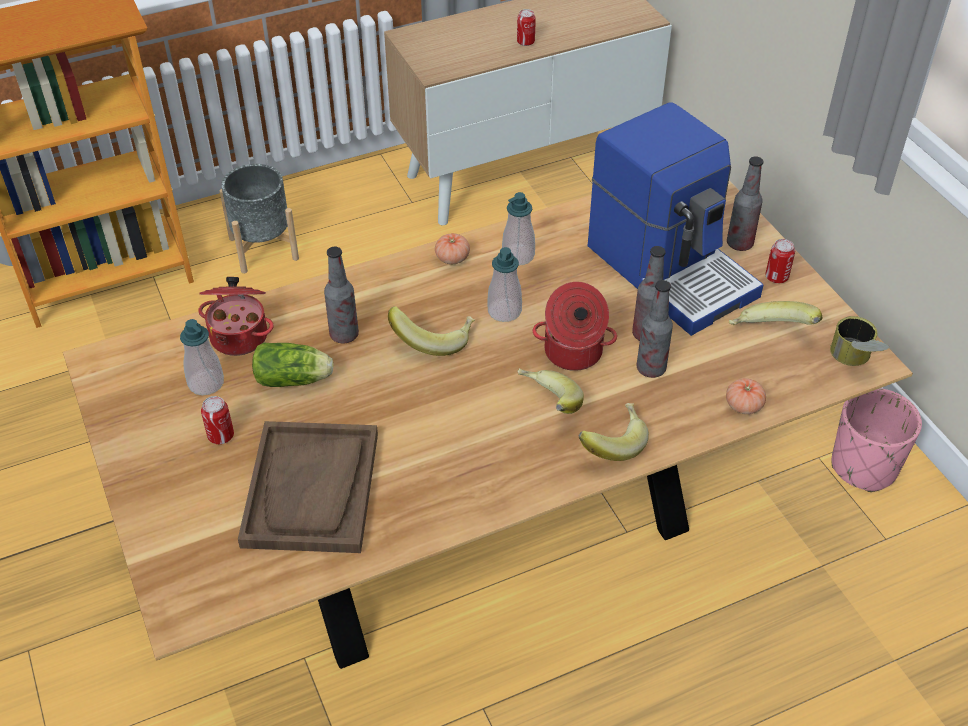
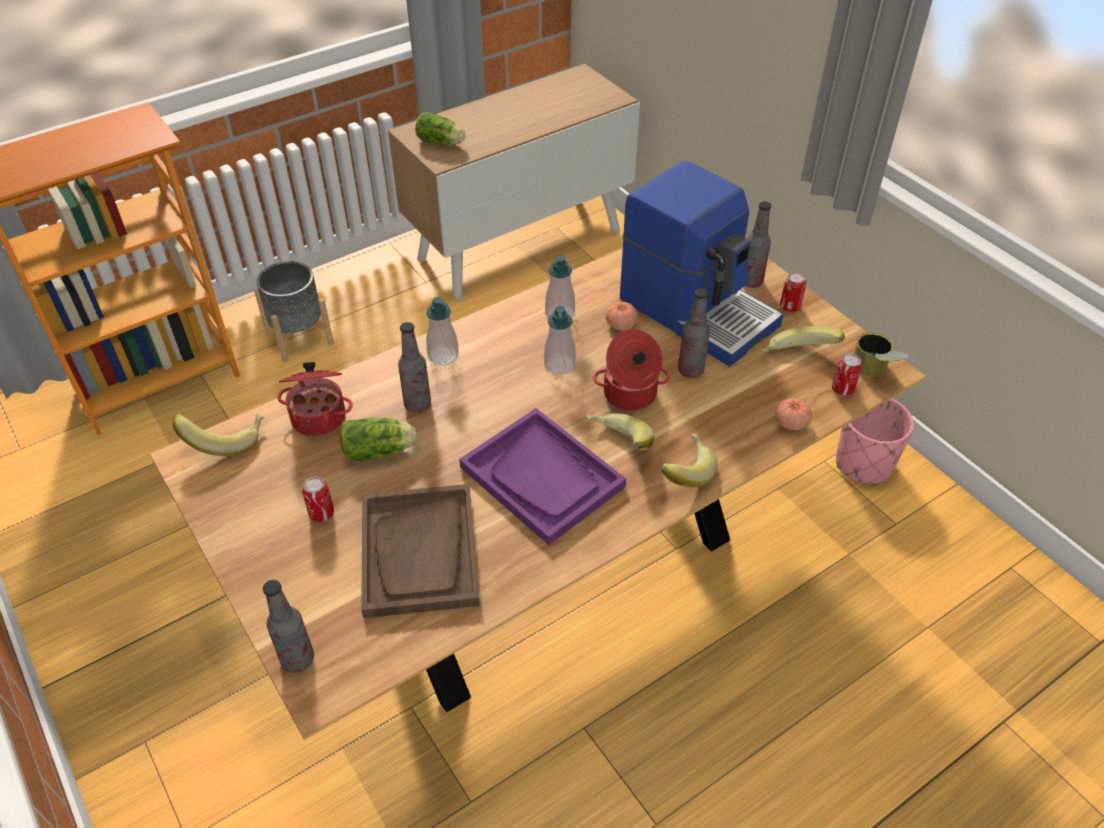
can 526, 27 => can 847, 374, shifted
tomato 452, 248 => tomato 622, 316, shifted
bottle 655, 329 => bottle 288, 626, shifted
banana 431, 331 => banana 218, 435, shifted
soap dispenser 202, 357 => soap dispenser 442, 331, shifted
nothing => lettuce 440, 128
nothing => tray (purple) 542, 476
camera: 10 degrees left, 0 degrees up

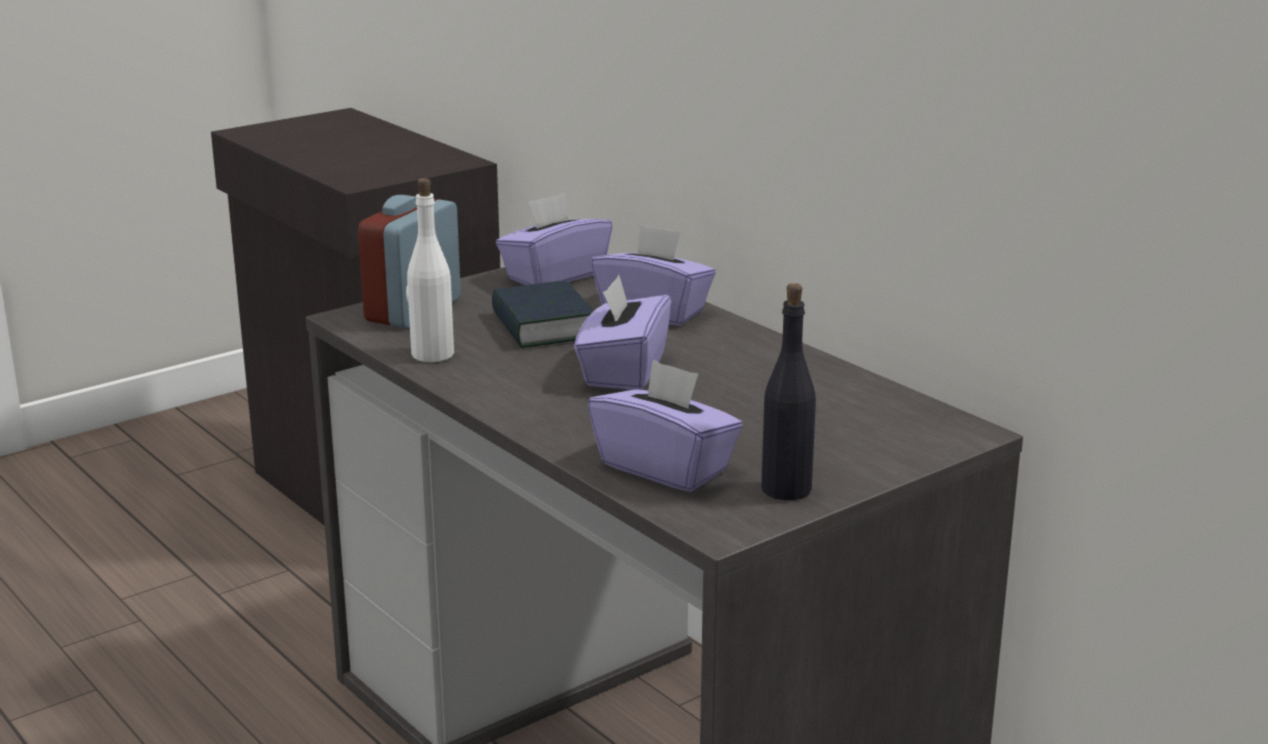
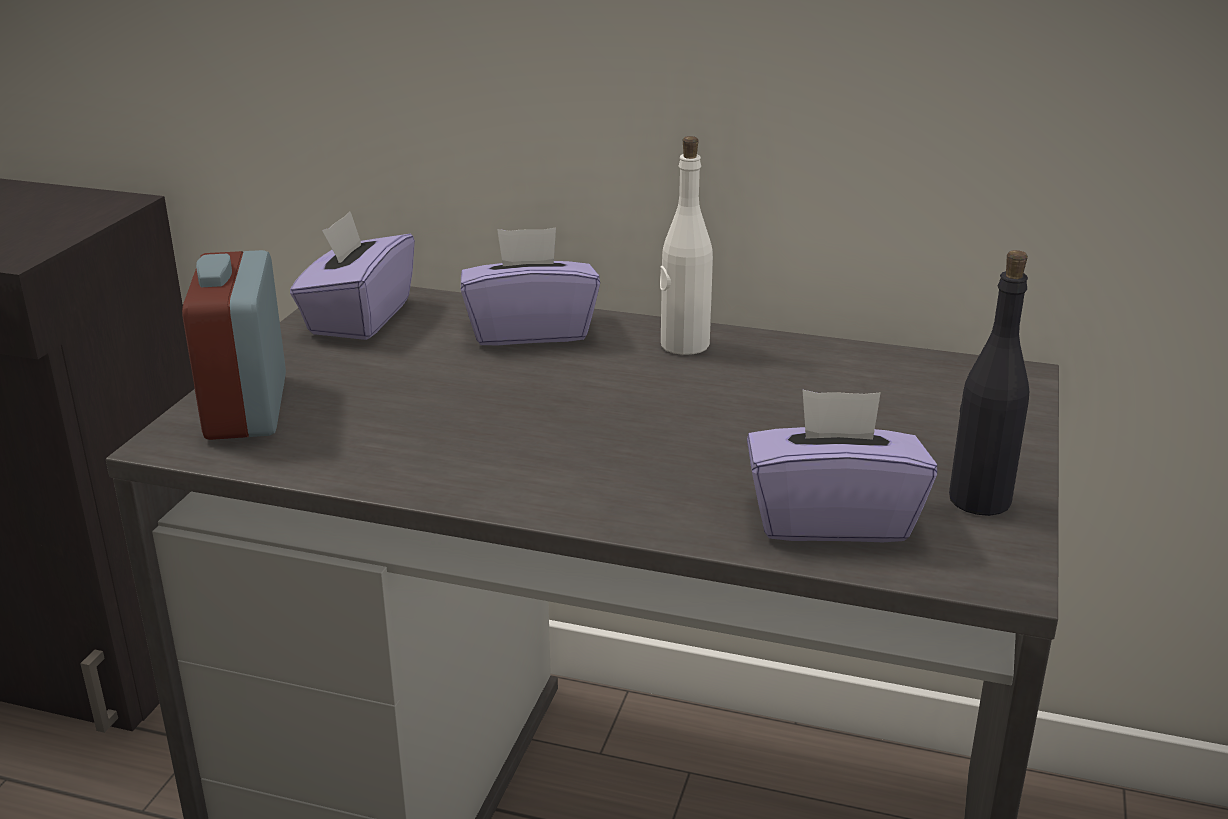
bottle (white) 430, 270 => bottle (white) 686, 245, shifted
tissue box (purple) 622, 332 => nothing
book 542, 314 => nothing
camera: 35 degrees left, 5 degrees up

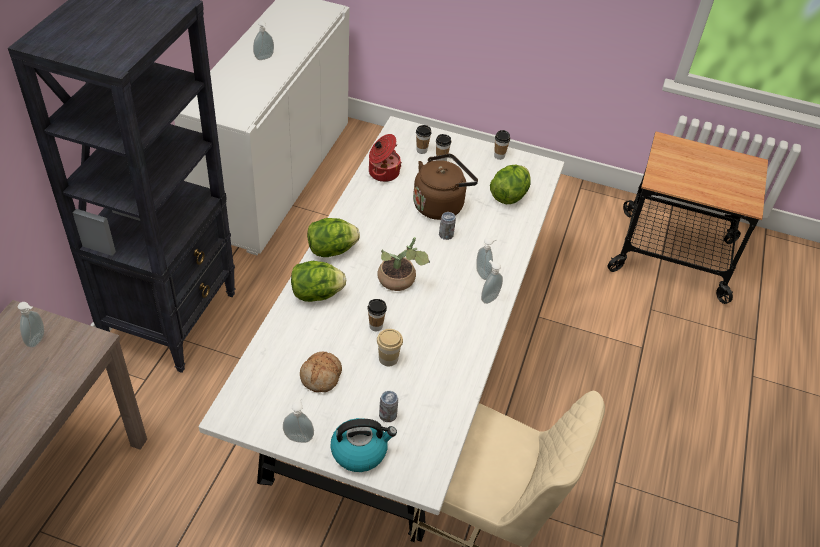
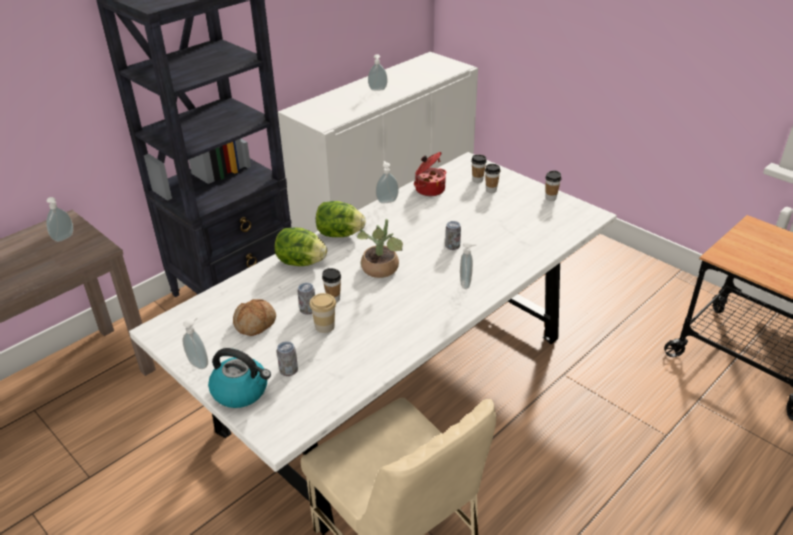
kettle (brown) 445, 187 => nothing
lettuce 510, 184 => nothing
soap dispenser 492, 282 => soap dispenser 387, 182, shifted
nothing => can 306, 299
camera: 30 degrees right, 10 degrees down

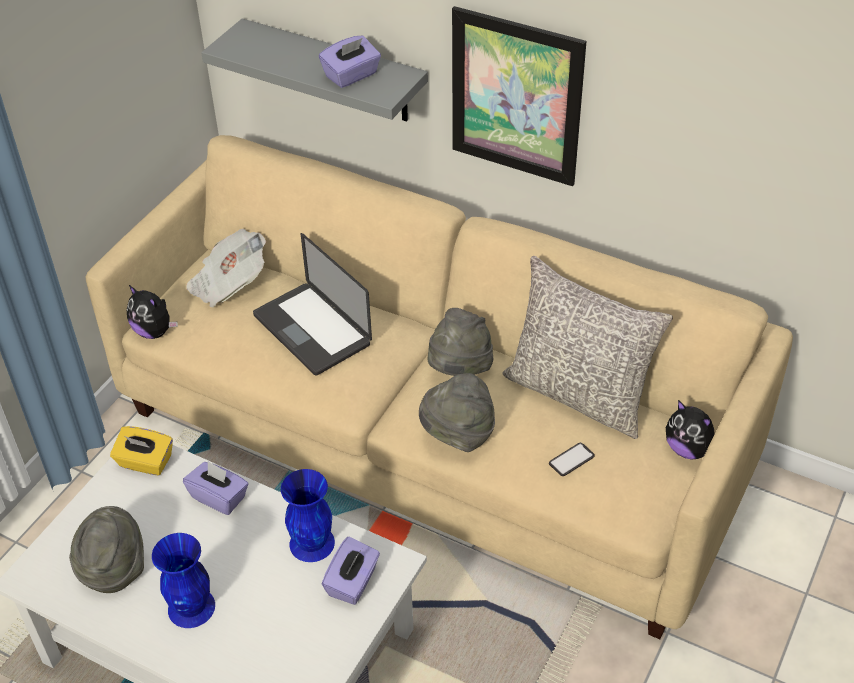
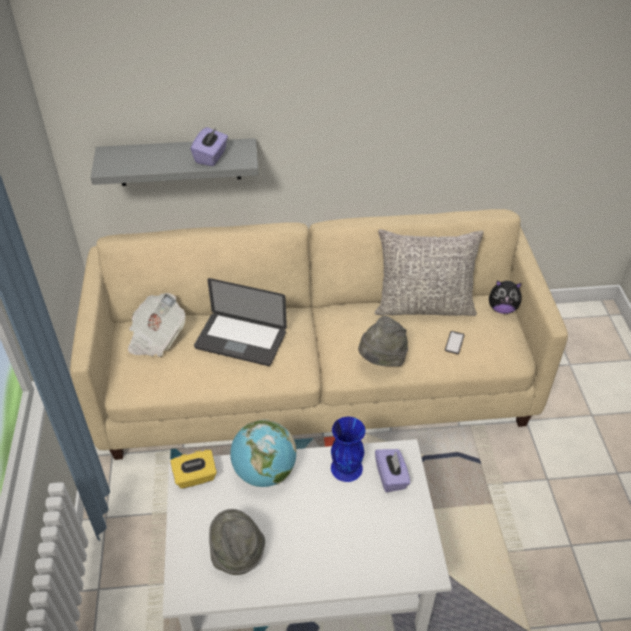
picture 519, 96 => nothing
plush toy 152, 312 => nothing
hat (grey) 460, 342 => nothing
tissue box (purple) 216, 488 => globe 263, 453
vase (blue) 183, 580 => nothing
camera: 35 degrees left, 0 degrees up

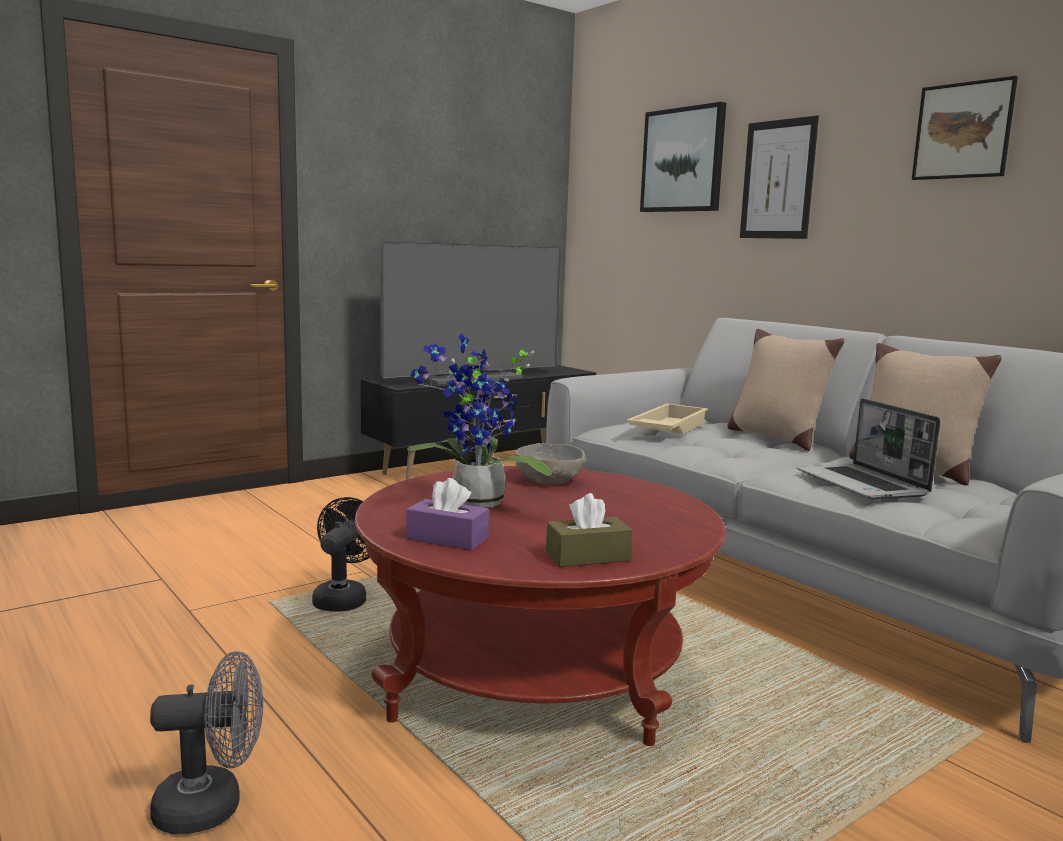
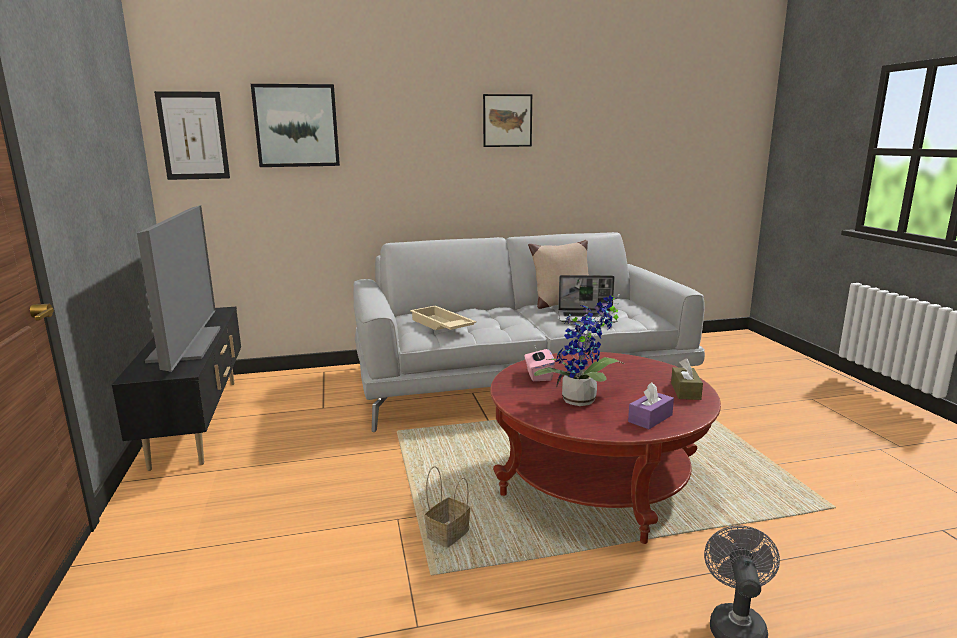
picture 779, 177 => picture 192, 135, shifted
pillow (beige) 785, 390 => nothing
bowl (grey) 551, 463 => tissue box (pink) 540, 364
fan (black) 341, 554 => basket 447, 506
camera: 65 degrees left, 5 degrees up

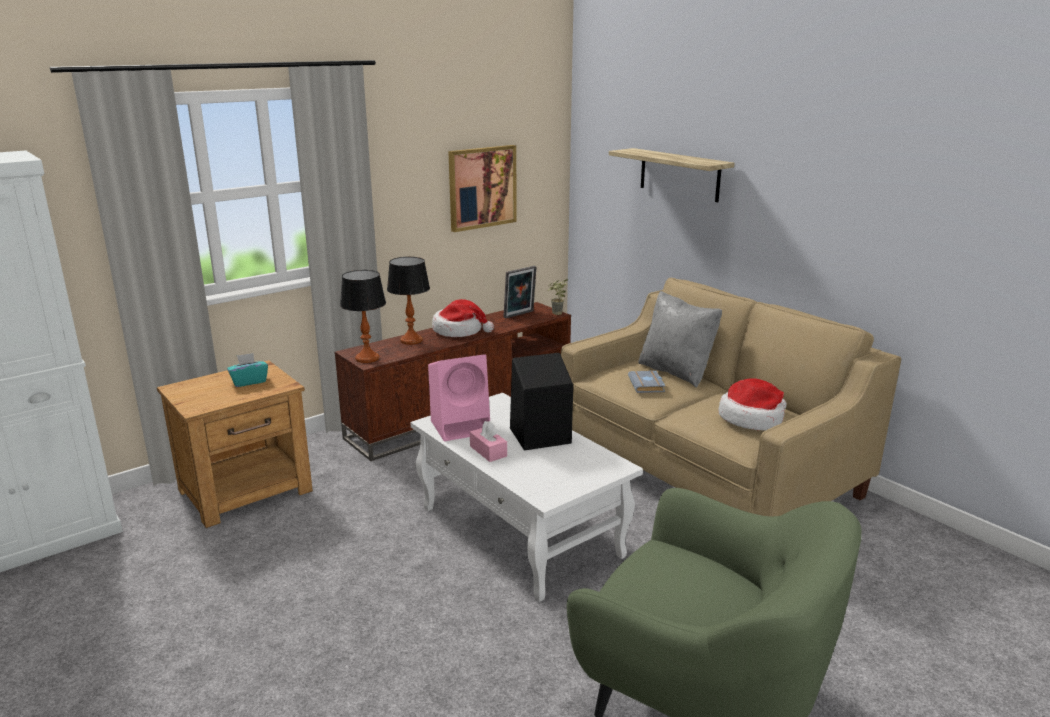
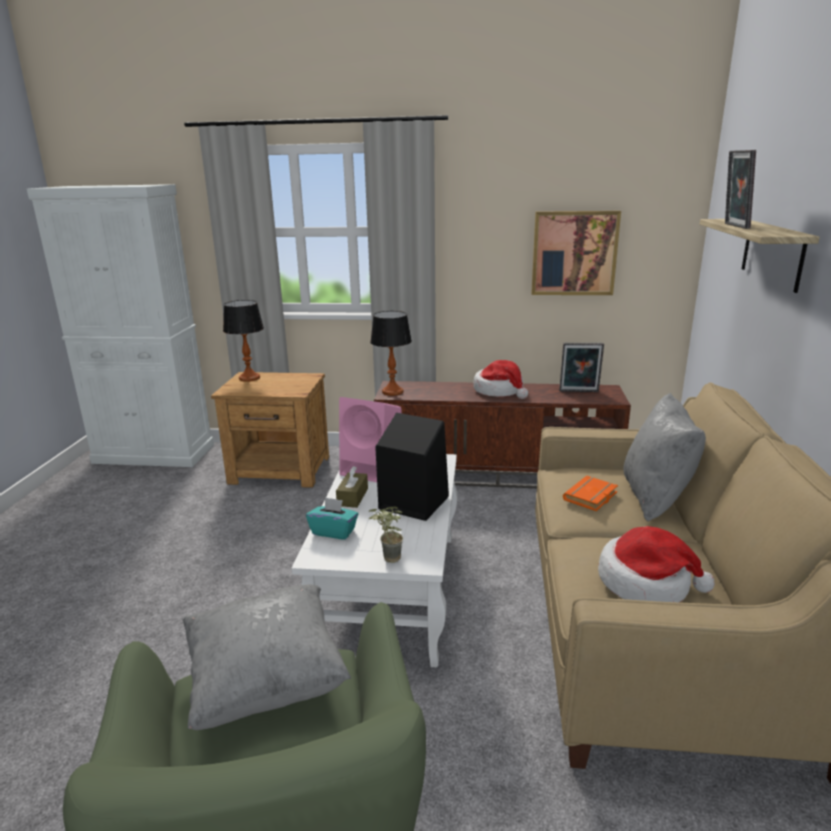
table lamp 408, 301 => table lamp 243, 341, shifted
potted plant 558, 296 => potted plant 386, 535, shifted
tissue box (turquoise) 247, 370 => tissue box (turquoise) 332, 518, shifted
book (grey) 646, 382 => book (orange) 590, 493
tissue box (pink) 488, 441 => tissue box (brown) 352, 487
nothing => picture frame 740, 189
nothing => pillow (grey) 266, 657
camera: 45 degrees right, 0 degrees up

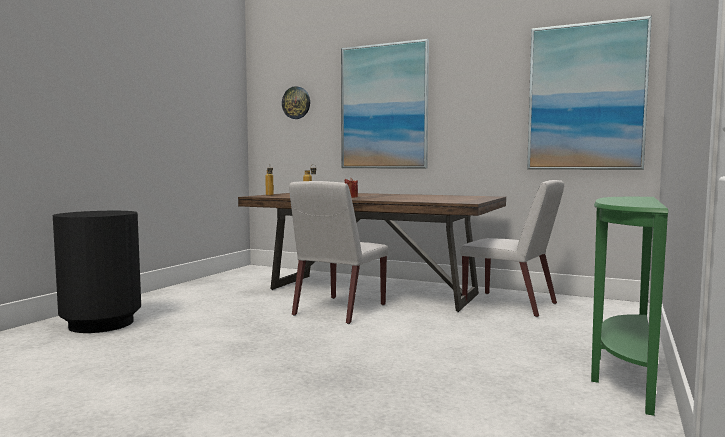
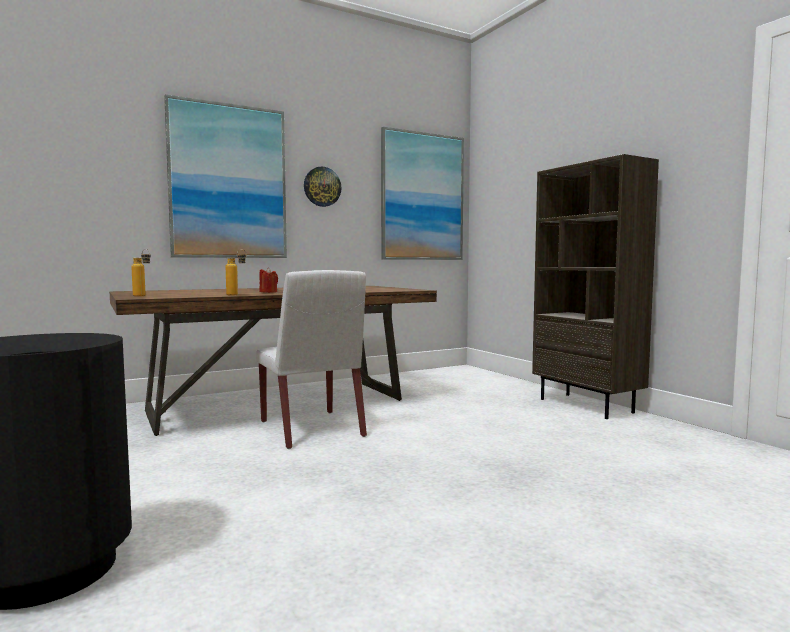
wall clock 296, 102 => wall clock 322, 186, shifted
chair (white) 512, 248 => nothing
console table (green) 629, 306 => bookcase (brown) 595, 286
camera: 55 degrees left, 0 degrees up

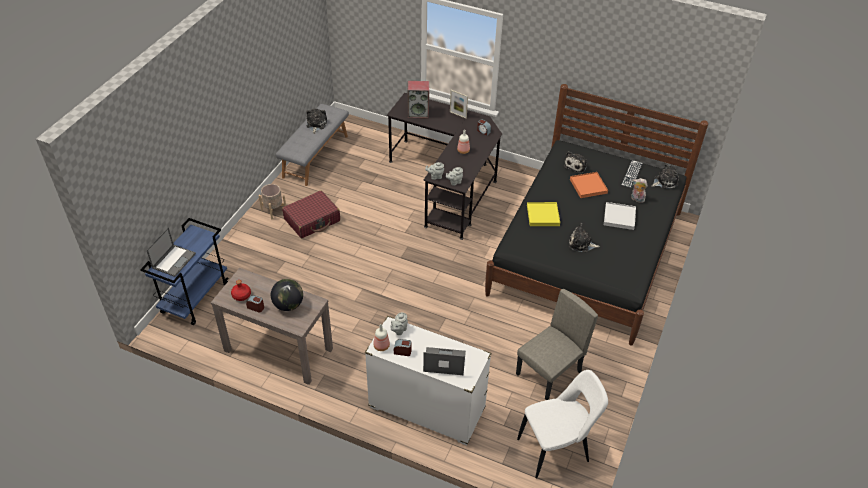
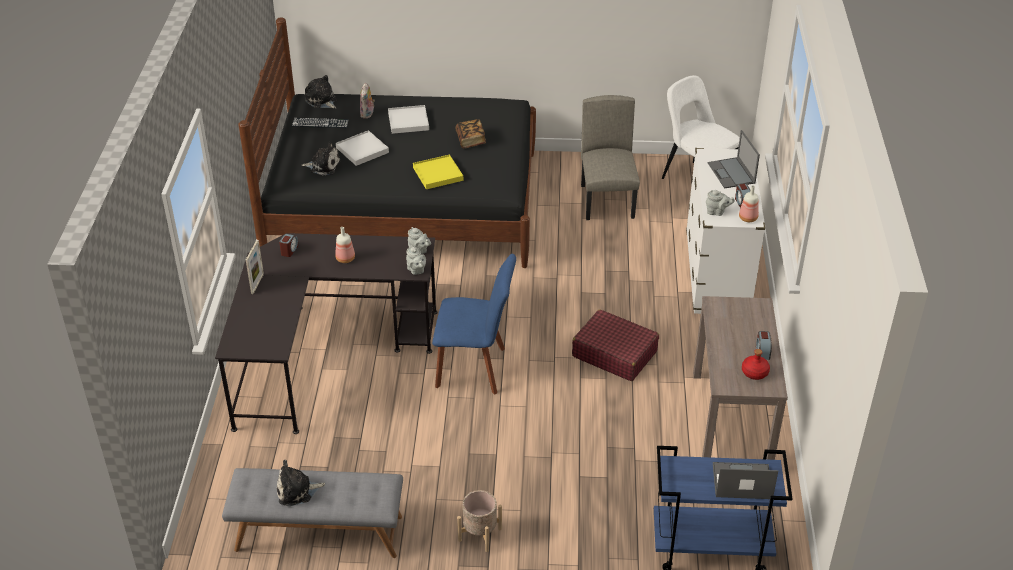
speaker 418, 99 => nothing
tray (orange) 589, 185 => tray (white) 362, 148
suitcase (red) 311, 214 => suitcase (red) 615, 345, shifted
plush toy 584, 237 => book 471, 134
globe 287, 295 => nothing
chair (beige) 557, 344 => chair (beige) 610, 157, 60 degrees clockwise
nothing => chair (blue) 474, 324
camera: 110 degrees left, 5 degrees down

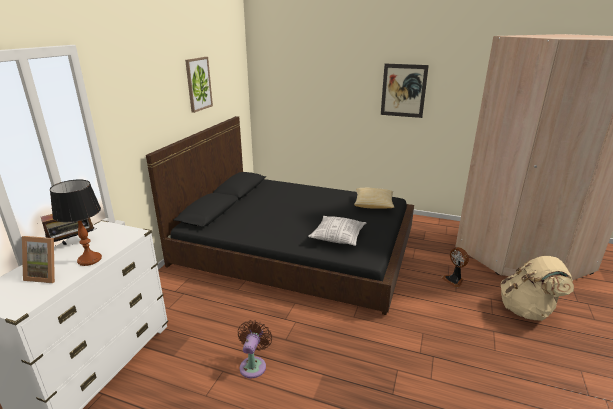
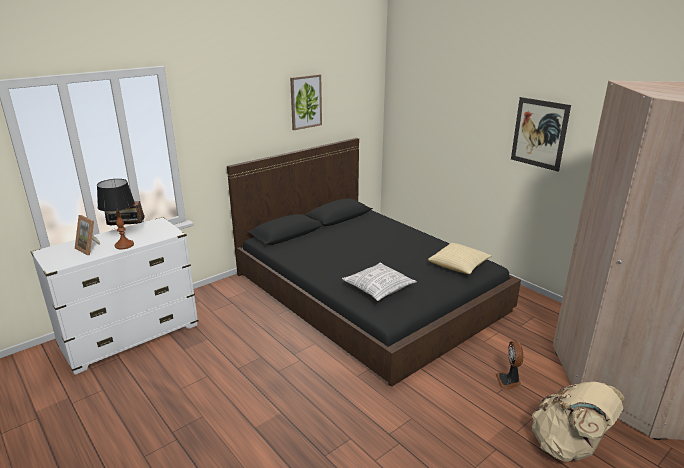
fan (brown) 255, 349 => nothing
camera: 30 degrees right, 0 degrees up

